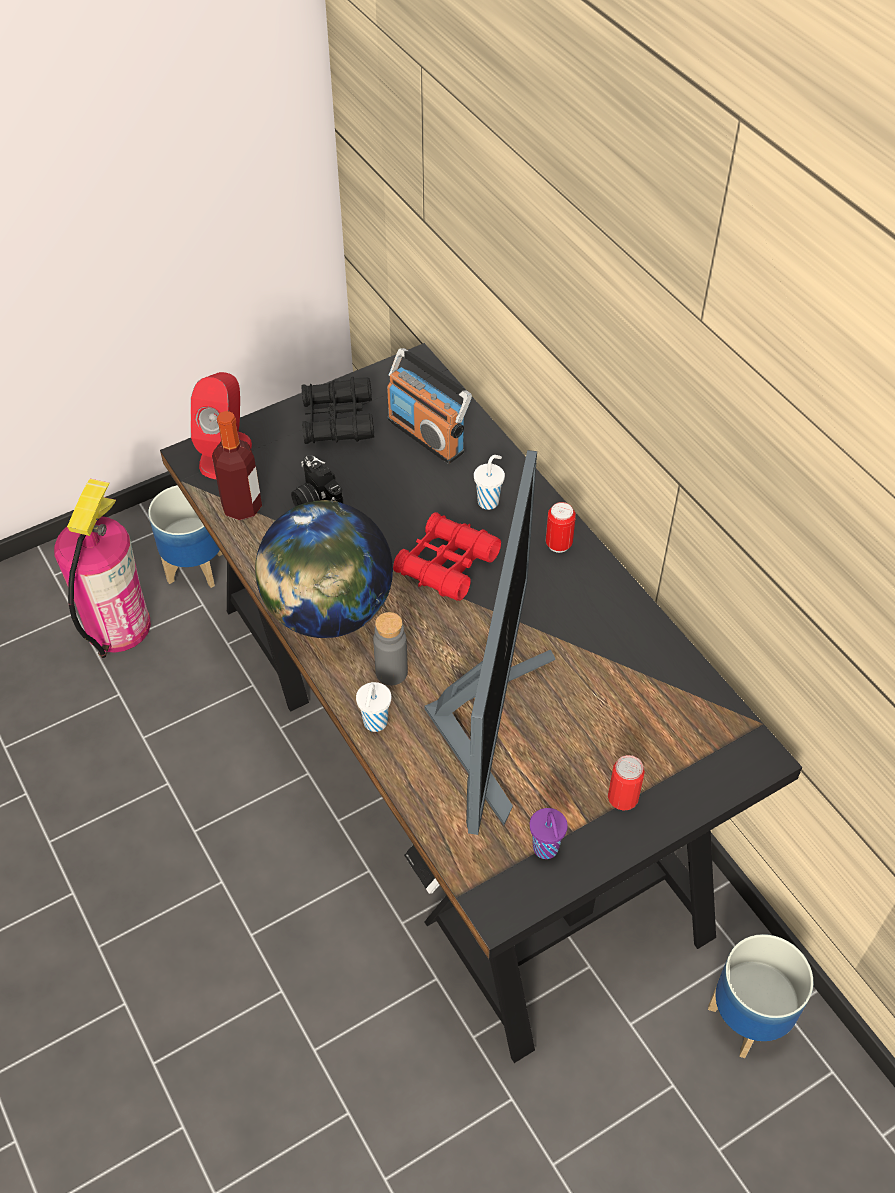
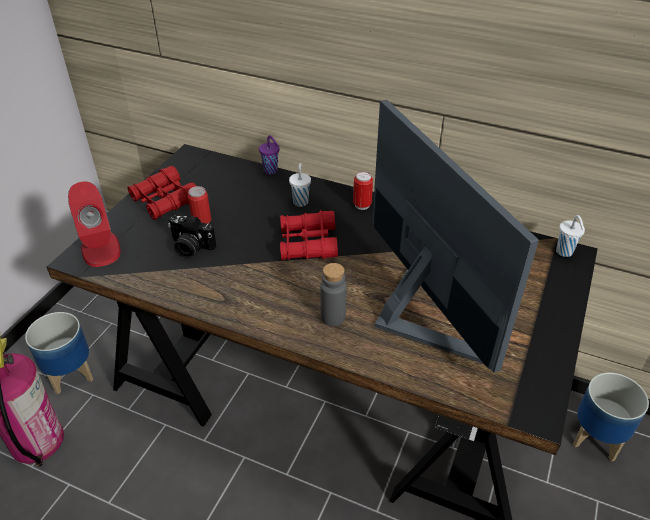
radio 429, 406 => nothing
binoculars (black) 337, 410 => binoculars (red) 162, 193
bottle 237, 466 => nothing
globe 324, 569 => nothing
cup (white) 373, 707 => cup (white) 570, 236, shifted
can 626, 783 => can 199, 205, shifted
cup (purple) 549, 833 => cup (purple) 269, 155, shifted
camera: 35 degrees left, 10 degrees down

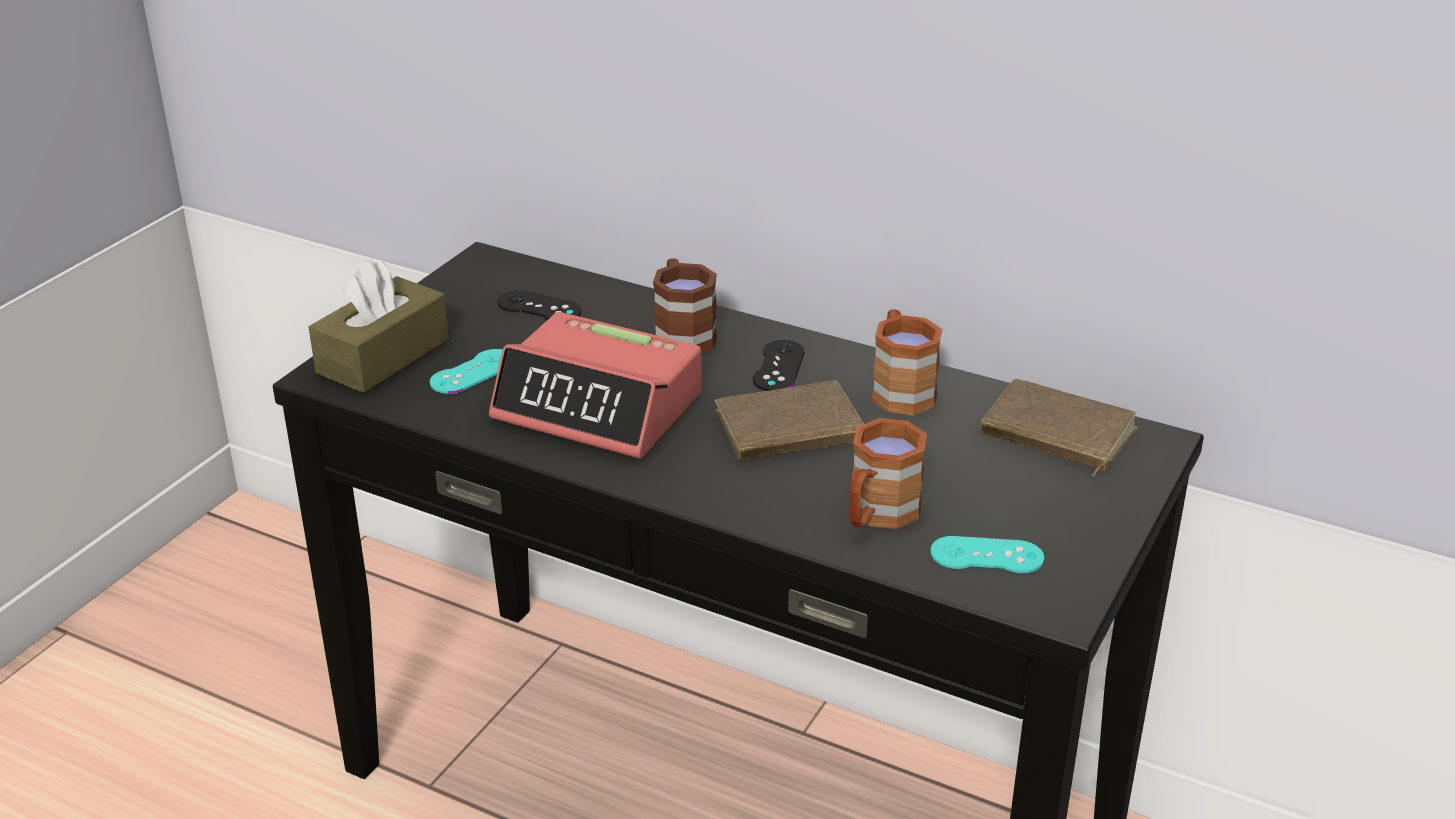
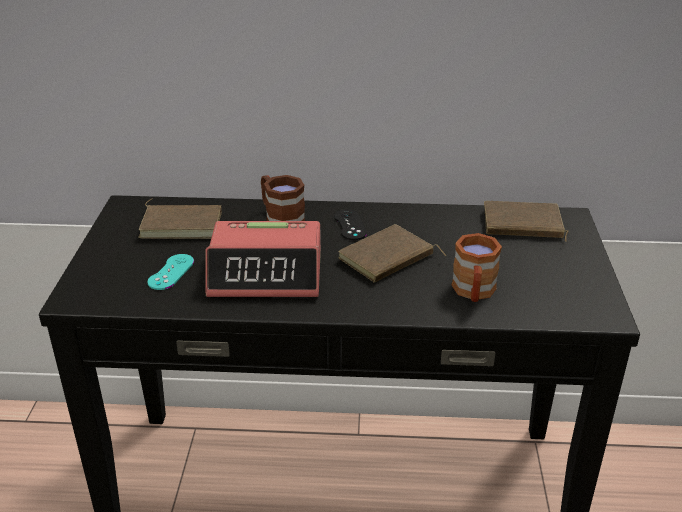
tissue box (brown) 379, 326 => nothing
game controller (black) 539, 305 => book (brown) 180, 218
mug (brown) 907, 362 => nothing
game controller (turquoise) 987, 554 => nothing
camera: 25 degrees left, 0 degrees up

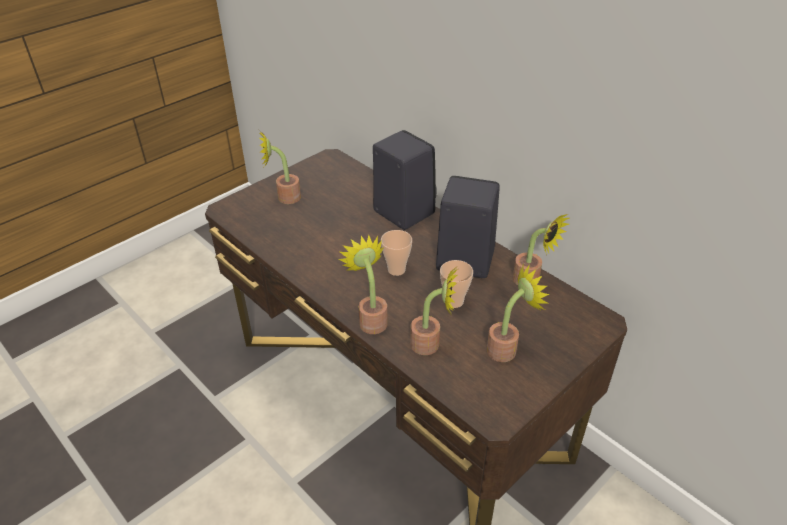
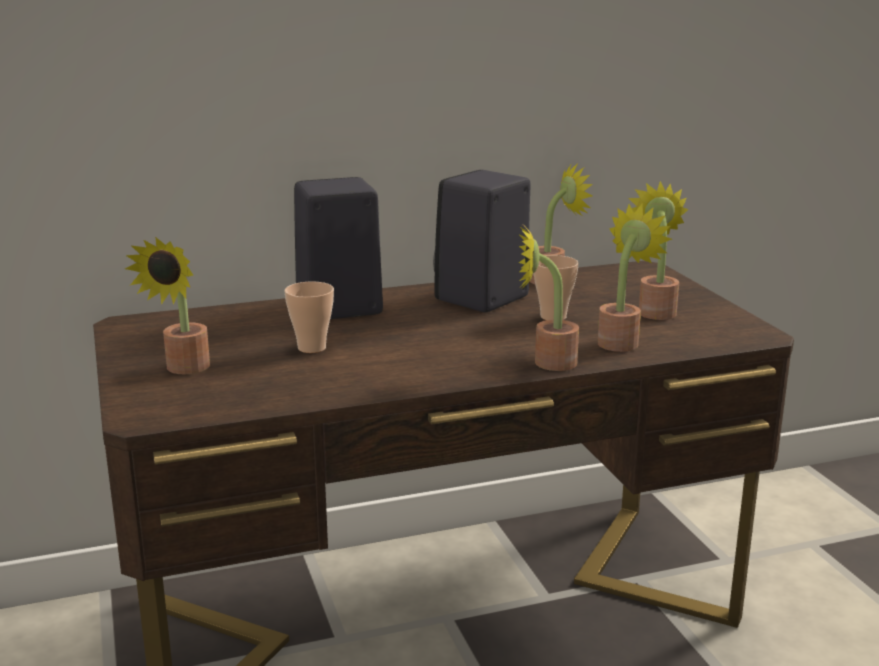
cup 396, 253 => cup 309, 317, shifted
camera: 65 degrees left, 20 degrees down

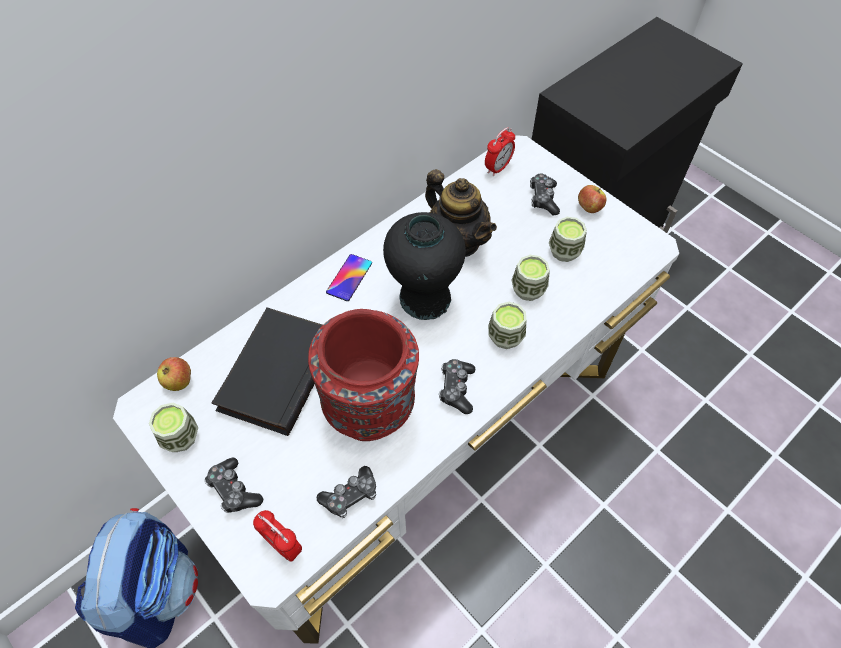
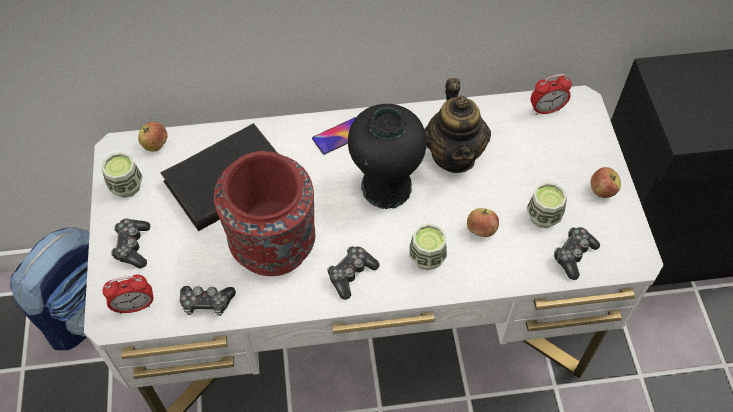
game controller 545, 194 => game controller 577, 253, shifted
cup 531, 278 => apple 483, 222
alarm clock 277, 536 => alarm clock 128, 294, 90 degrees counterclockwise
camera: 35 degrees right, 0 degrees up

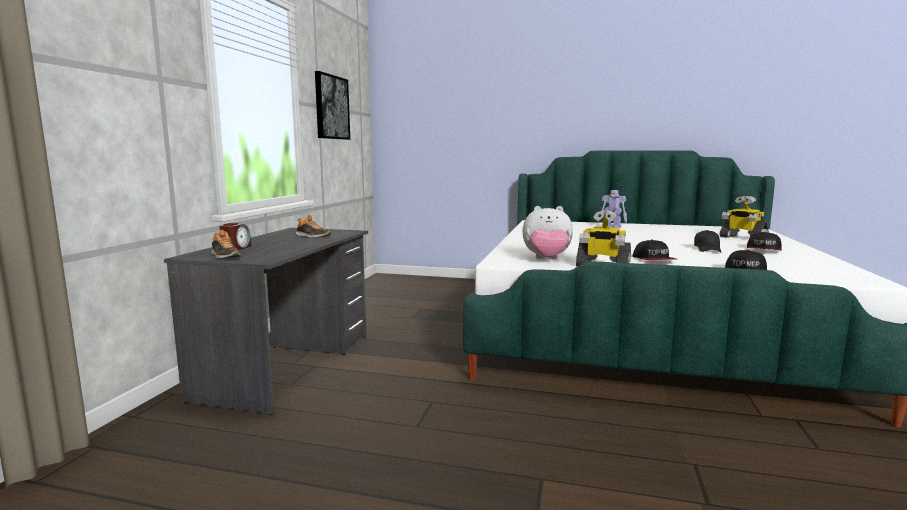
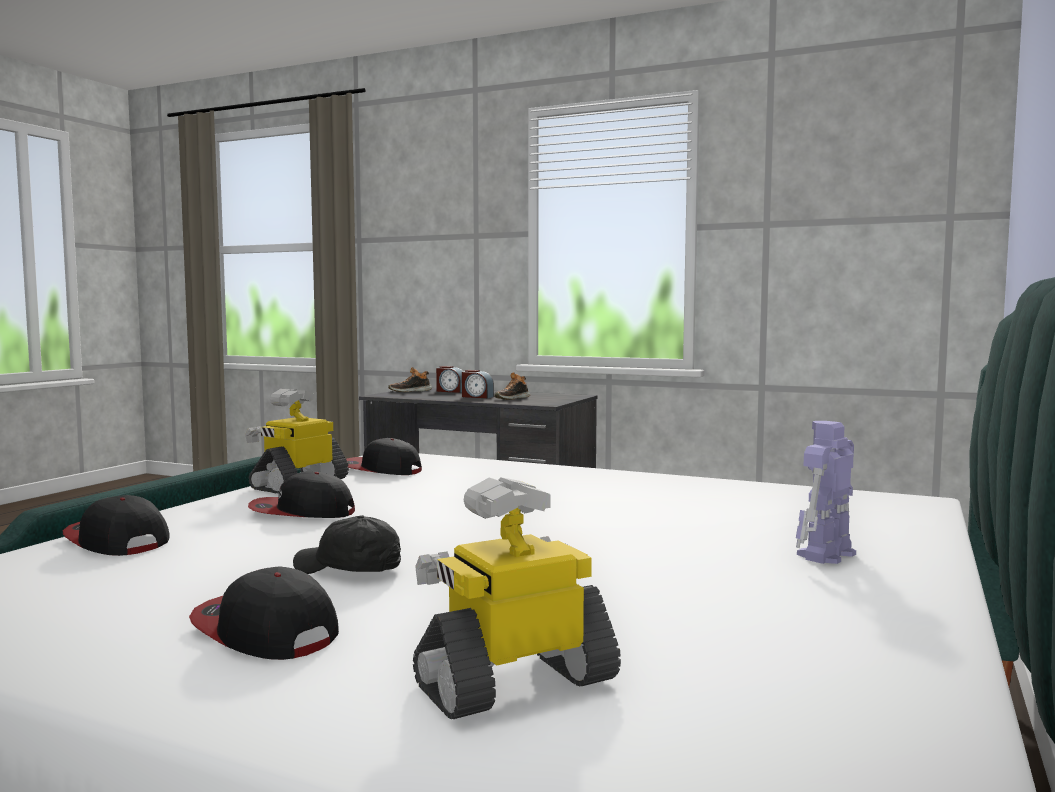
picture 332, 105 => nothing
plush toy 547, 232 => cap 384, 456
nothing => alarm clock 478, 384
camera: 100 degrees right, 5 degrees down

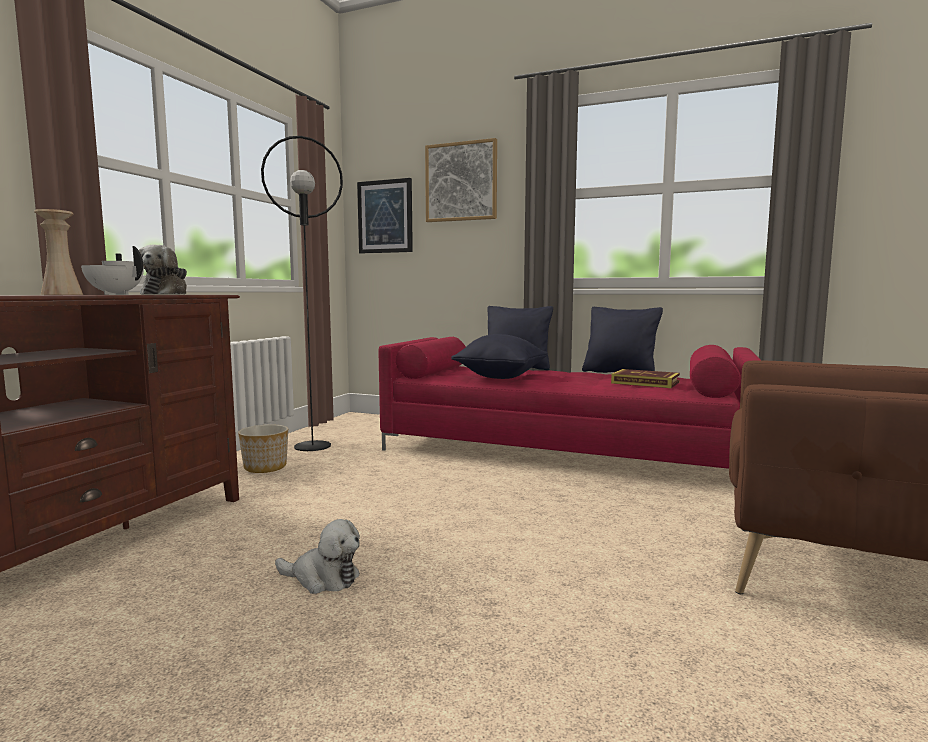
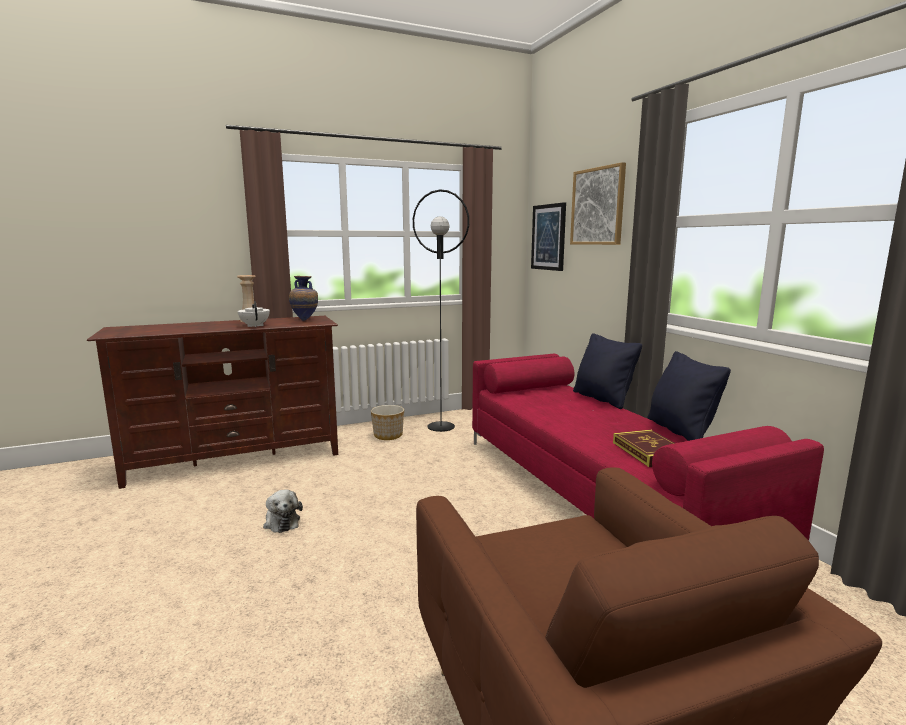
plush toy 163, 269 => vase 303, 298
pillow (black) 499, 356 => nothing
camera: 45 degrees right, 5 degrees up

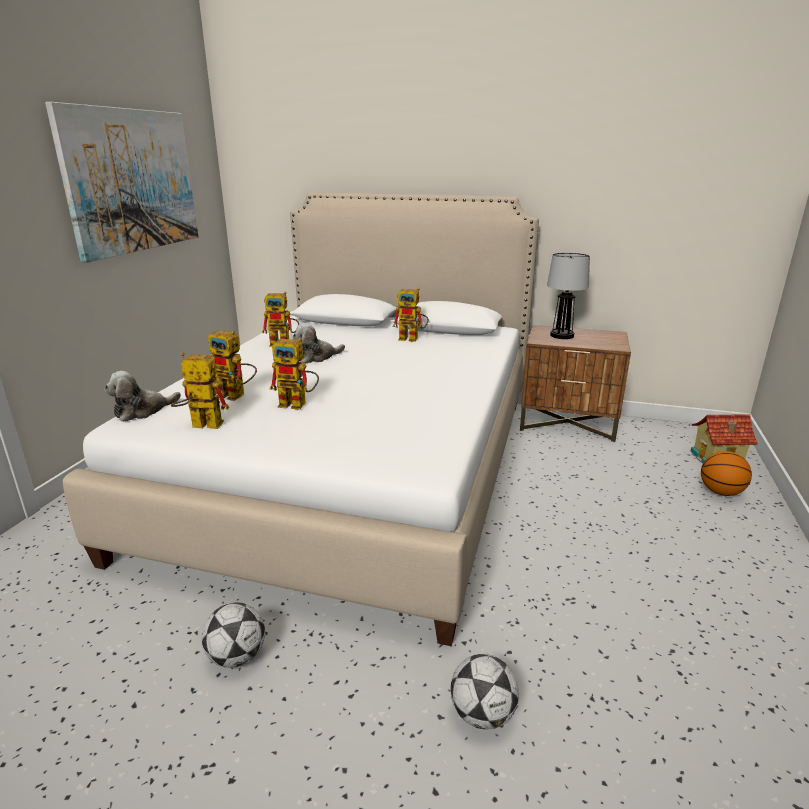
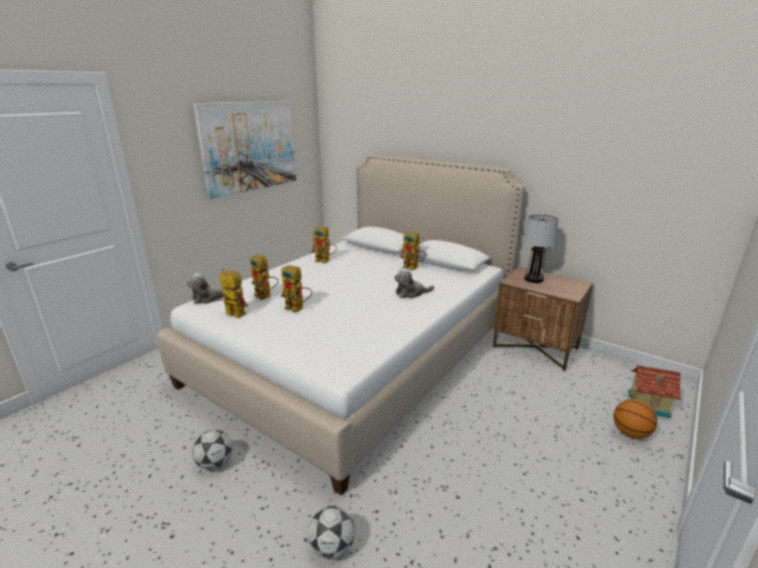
plush toy 318, 343 => plush toy 414, 283, shifted
camera: 20 degrees right, 0 degrees up

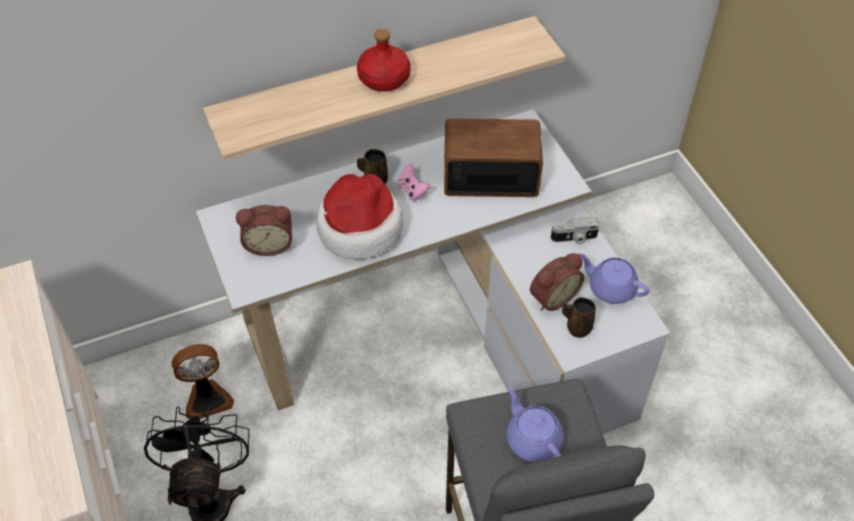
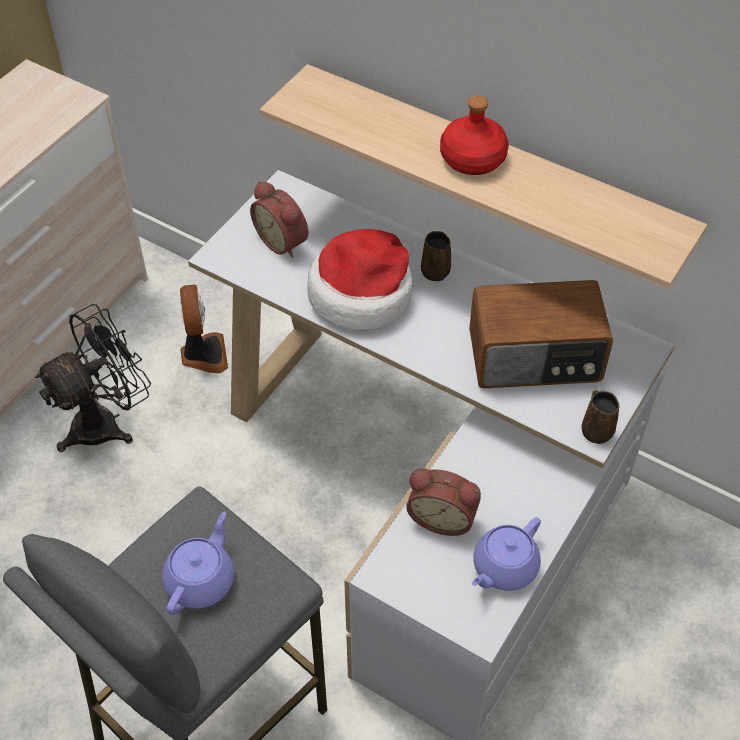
radio 493, 157 => radio 541, 334, 120 degrees clockwise
game controller (pink) 414, 182 => nothing
photo camera 575, 230 => nothing
teapot (purple) 615, 278 => teapot (purple) 506, 554, 135 degrees counterclockwise
mug (brown) 579, 317 => mug (brown) 600, 417, shifted
fan 203, 381 => fan 204, 329, 135 degrees counterclockwise
camera: 55 degrees right, 0 degrees up

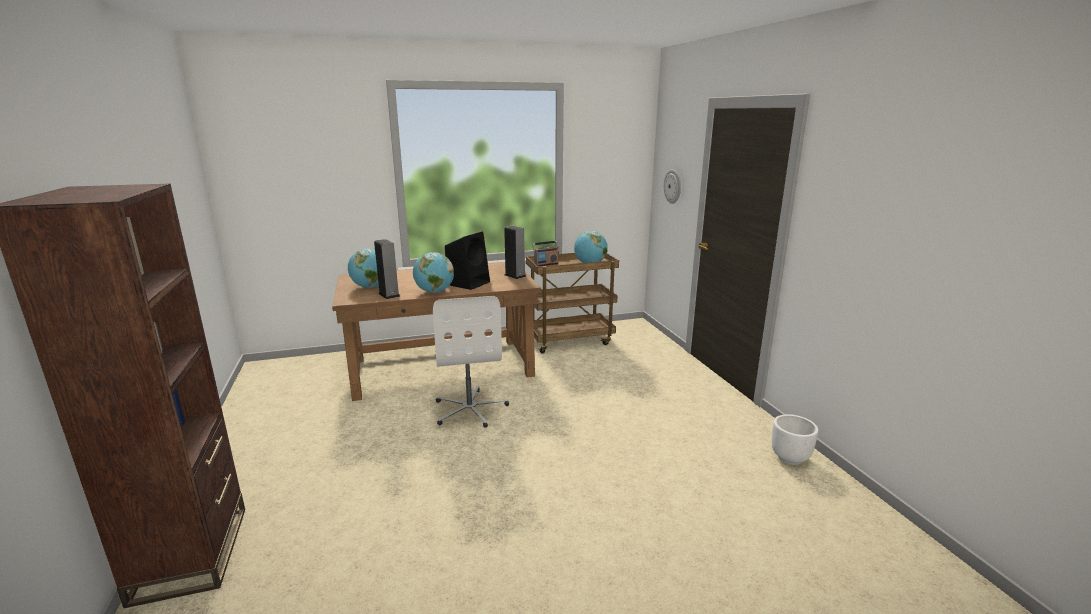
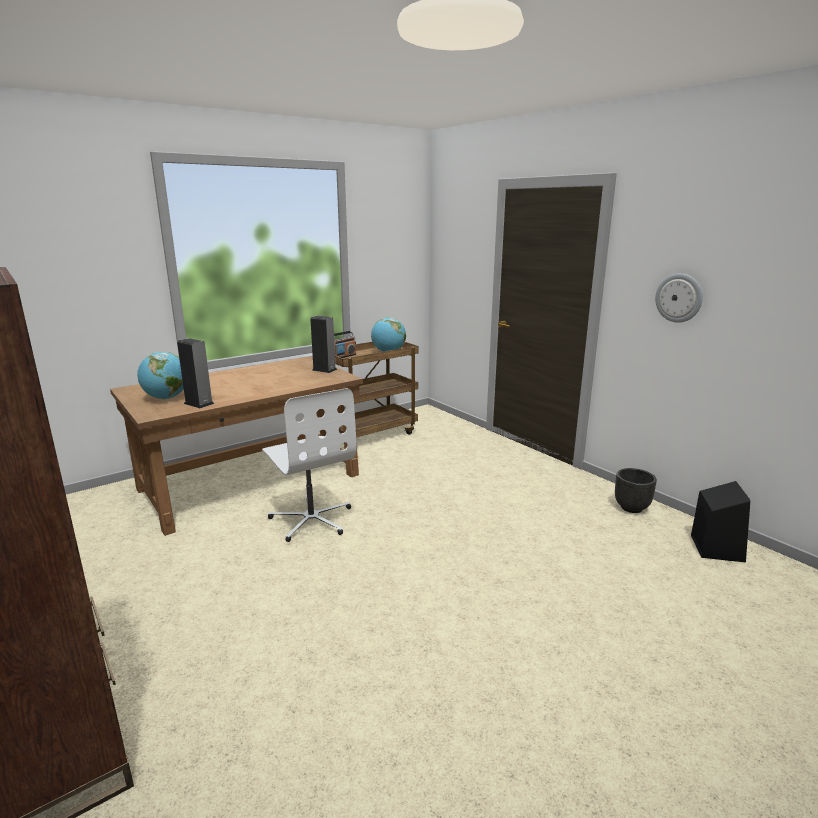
wall clock 672, 186 => wall clock 679, 298, shifted
speaker (black) 467, 260 => speaker (black) 720, 522, shifted
globe 433, 272 => nothing
planter (white) 794, 439 => planter (black) 636, 490
camera: 20 degrees left, 0 degrees up

